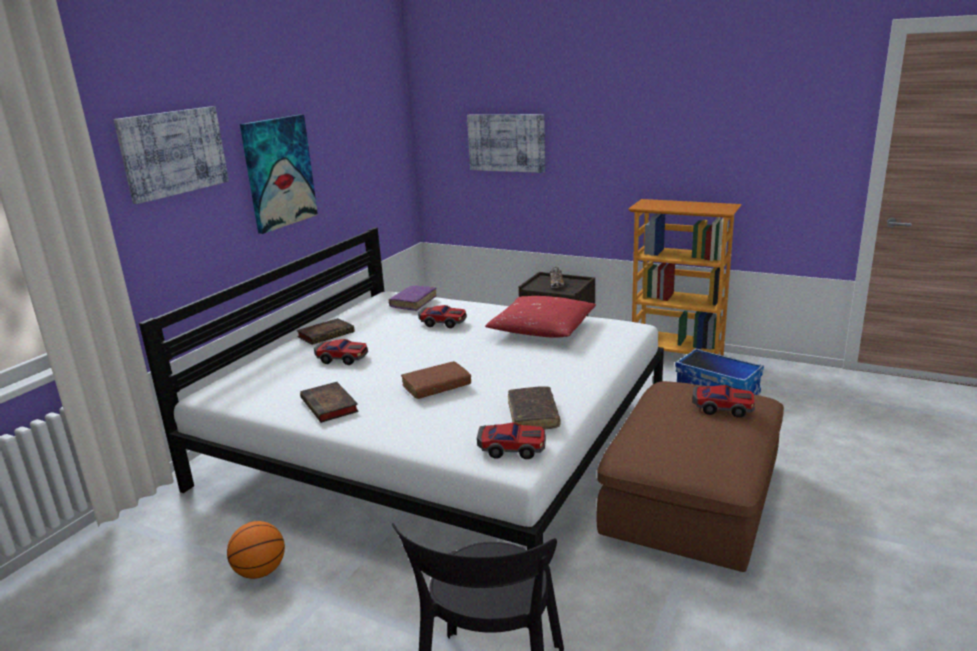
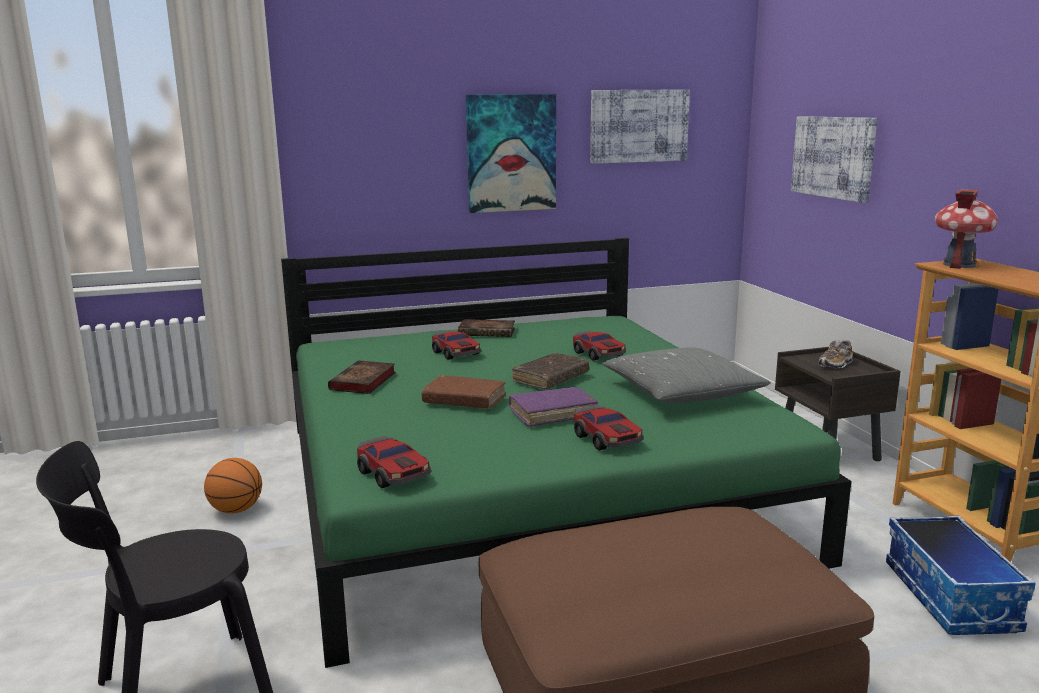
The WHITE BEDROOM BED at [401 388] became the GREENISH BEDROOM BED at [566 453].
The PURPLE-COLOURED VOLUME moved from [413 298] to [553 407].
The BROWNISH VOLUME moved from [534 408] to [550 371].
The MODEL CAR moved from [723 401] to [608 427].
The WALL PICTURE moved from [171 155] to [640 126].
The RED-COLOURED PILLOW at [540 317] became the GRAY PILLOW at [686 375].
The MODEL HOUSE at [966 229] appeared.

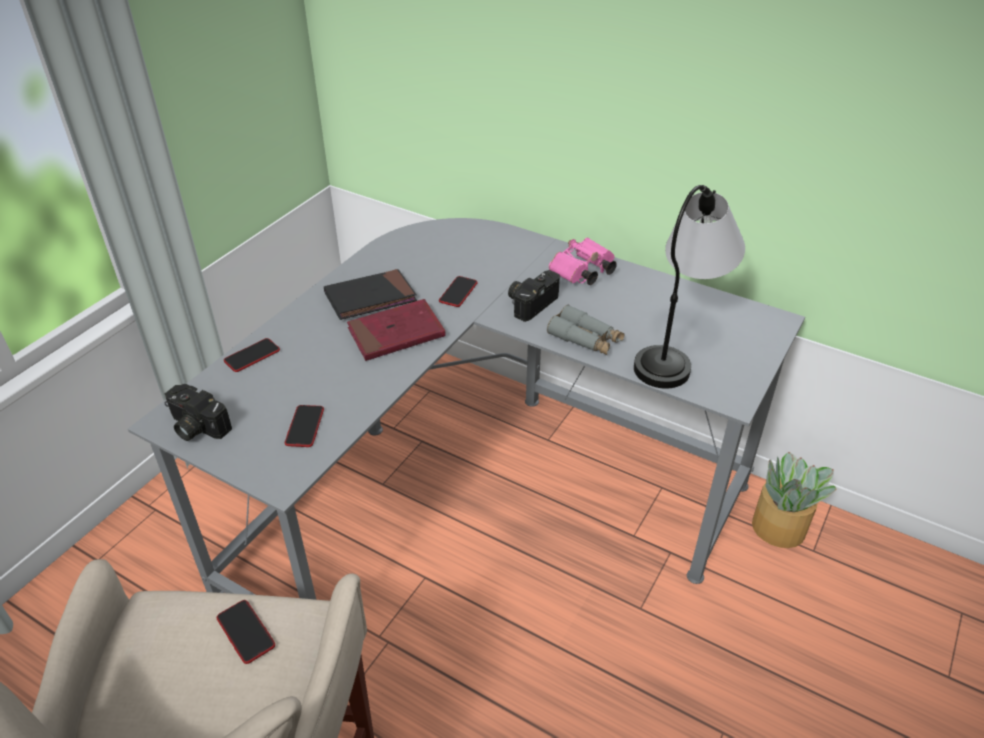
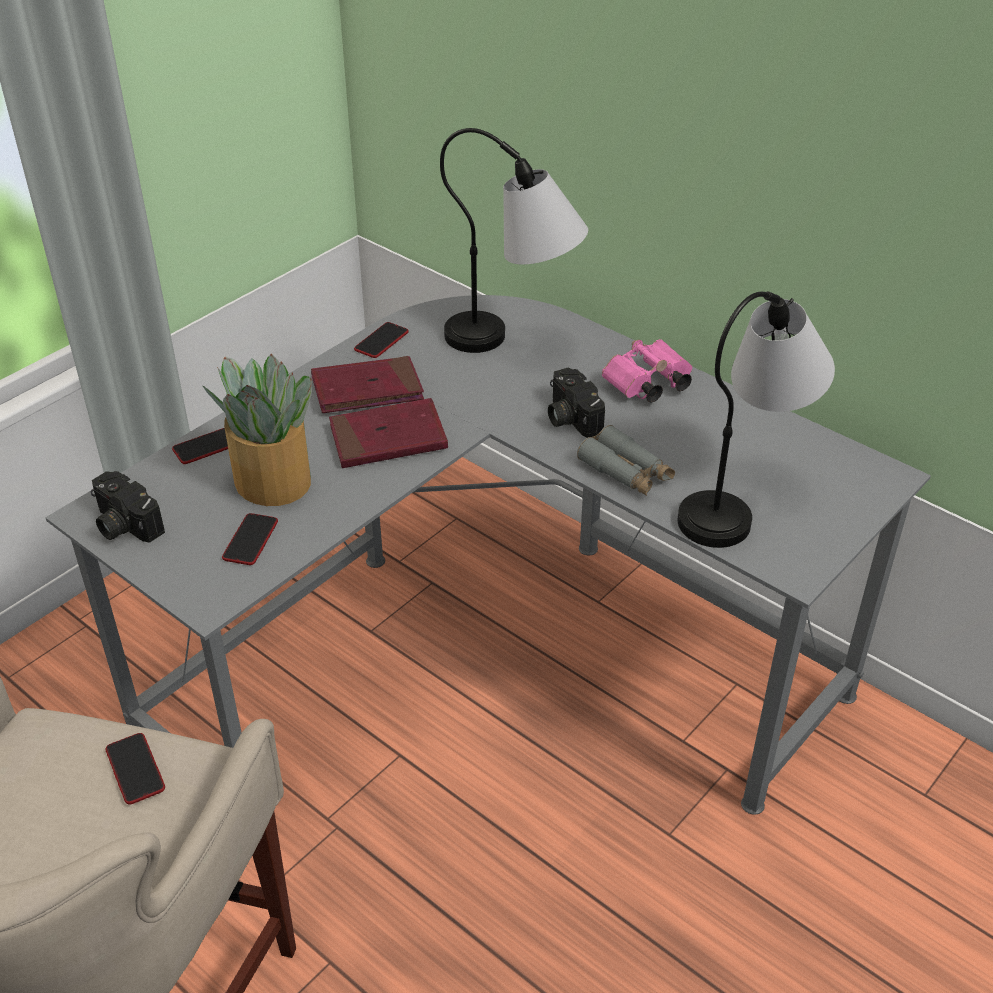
The POTTED PLANT moved from [794 500] to [257 430].
The BLACK-COLOURED VOLUME at [370 294] became the RED-COLOURED VOLUME at [367 384].
The PHONE moved from [458 291] to [381 340].
The TABLE LAMP at [514 240] appeared.
The STILL CAMERA at [534 296] turned 75 degrees counterclockwise.

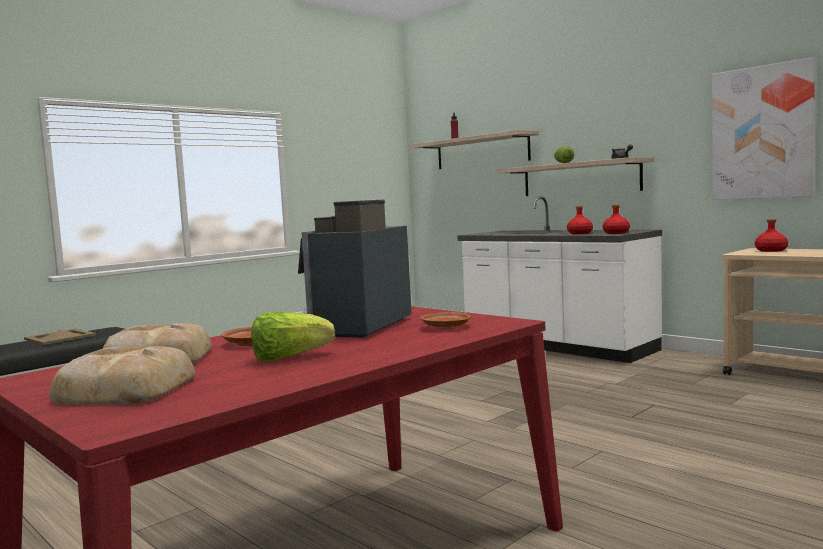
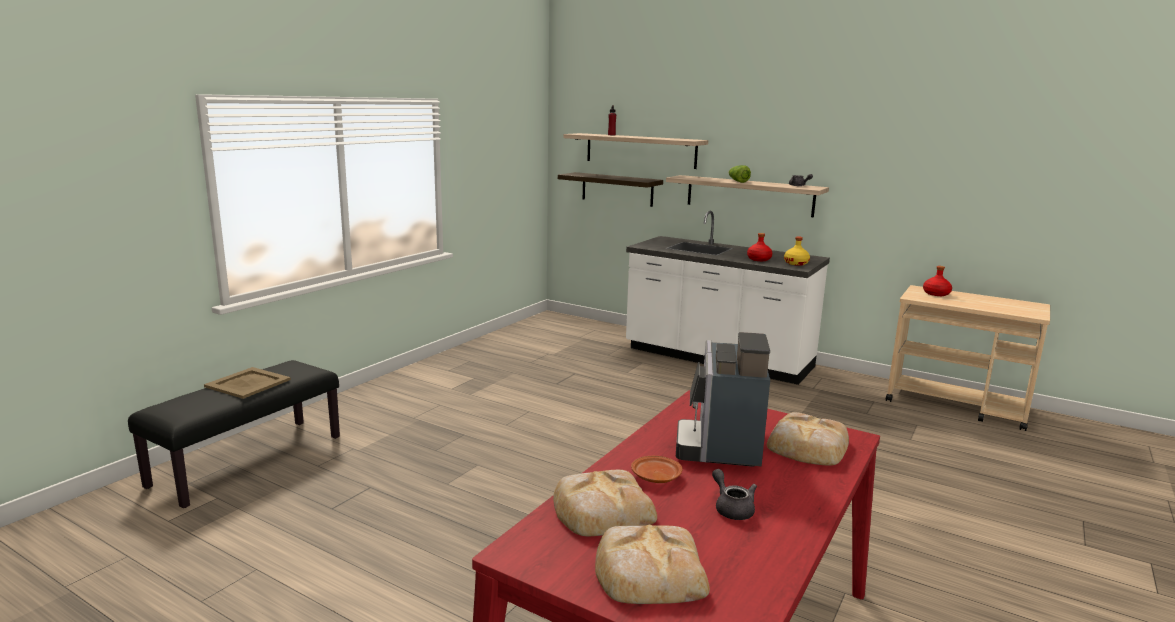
The BRACKET SHELF at [610 189] appeared.
The LETTUCE HEAD at [293 336] was replaced by the GRAY TEAPOT at [734 494].
The BROWNISH DINNER PLATE at [445 320] was replaced by the BAKERY BREAD at [808 439].
The RED-COLOURED DRINK BOTTLE at [616 219] became the YELLOWISH DRINK BOTTLE at [797 251].
The WALL PICTURE at [763 128] disappeared.

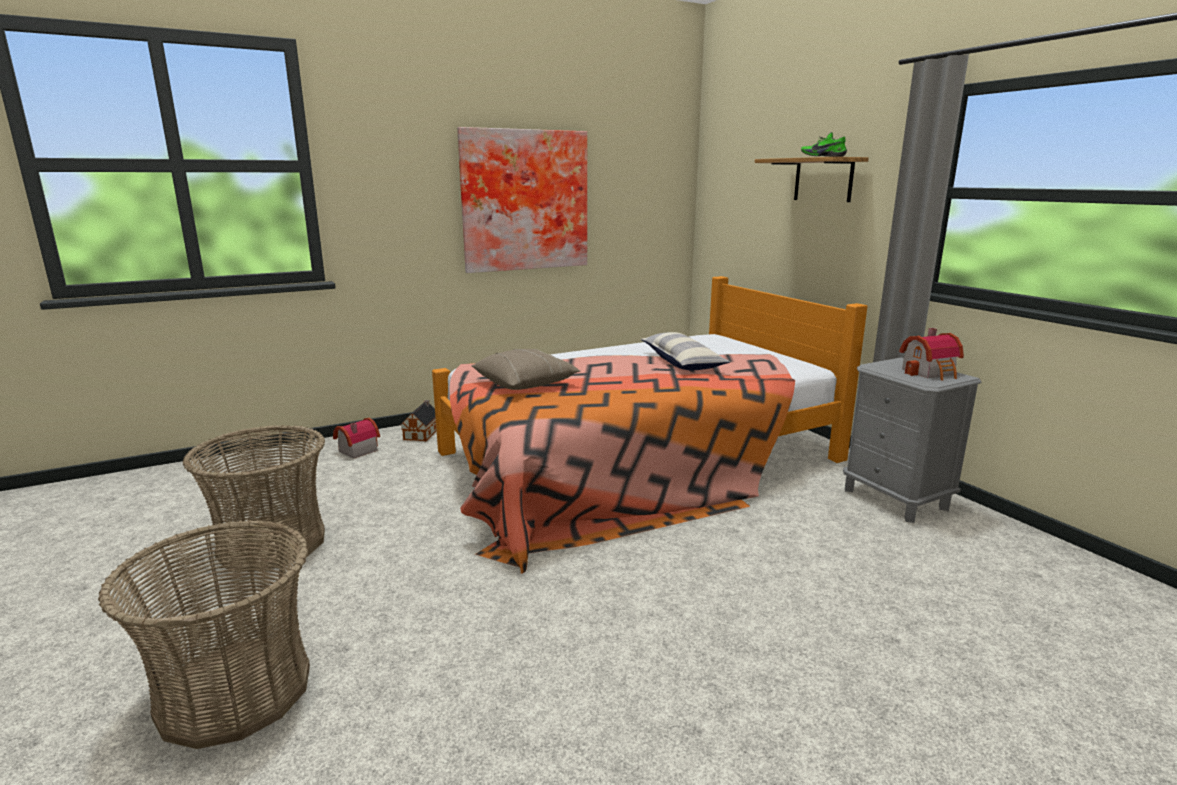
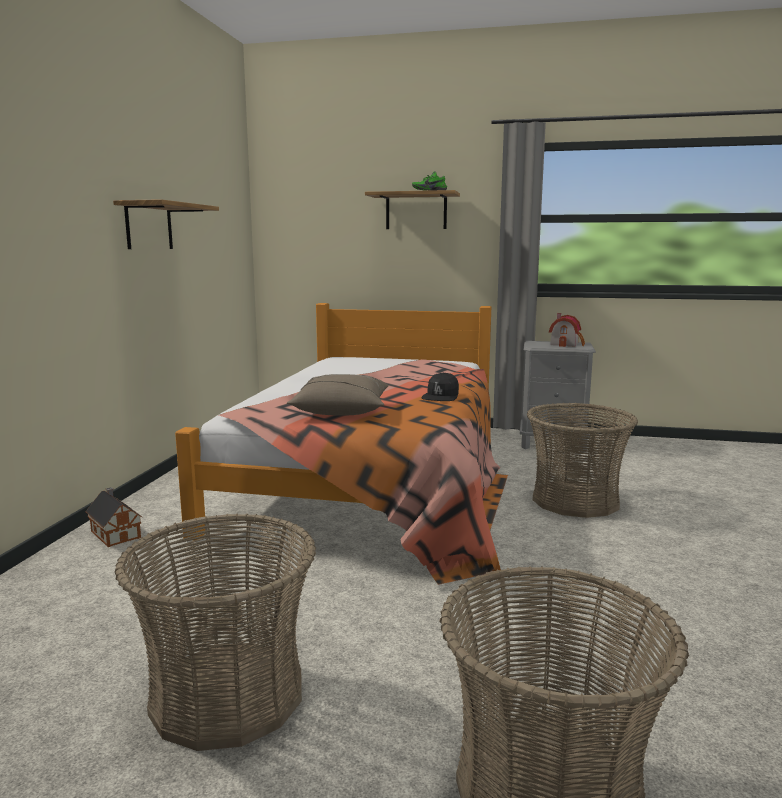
The WALL PICTURE at [522 200] was replaced by the BRACKET SHELF at [166 224].
The BLACK-COLOURED BASEBALL CAP at [440 387] appeared.
The STORAGE BASKET at [582 460] appeared.
The MODEL HOUSE at [356 438] disappeared.
The PILLOW at [685 351] disappeared.

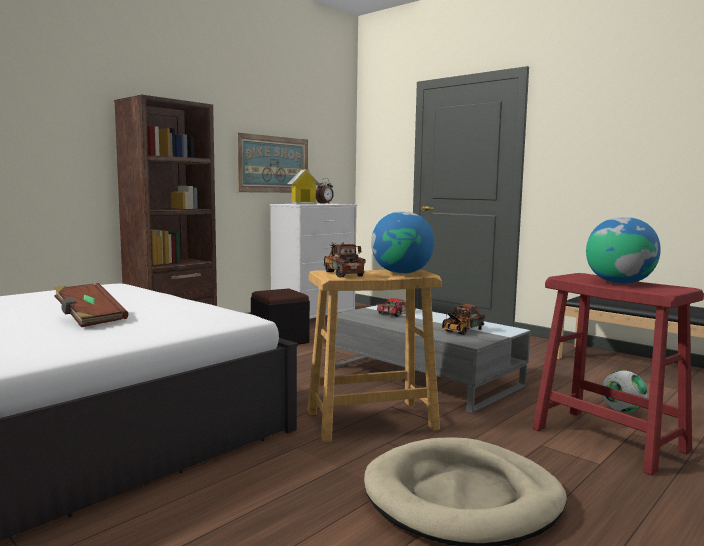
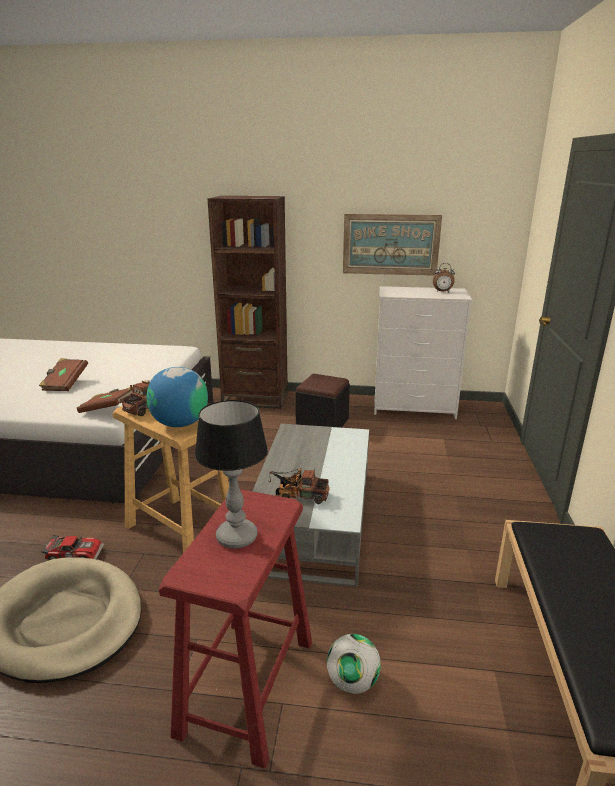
The MODEL CAR moved from [396 307] to [73 547].
The BROWNISH VOLUME at [105 400] appeared.
The GLOBE at [623 250] was replaced by the TABLE LAMP at [231 474].
The MODEL HOUSE at [304 187] disappeared.

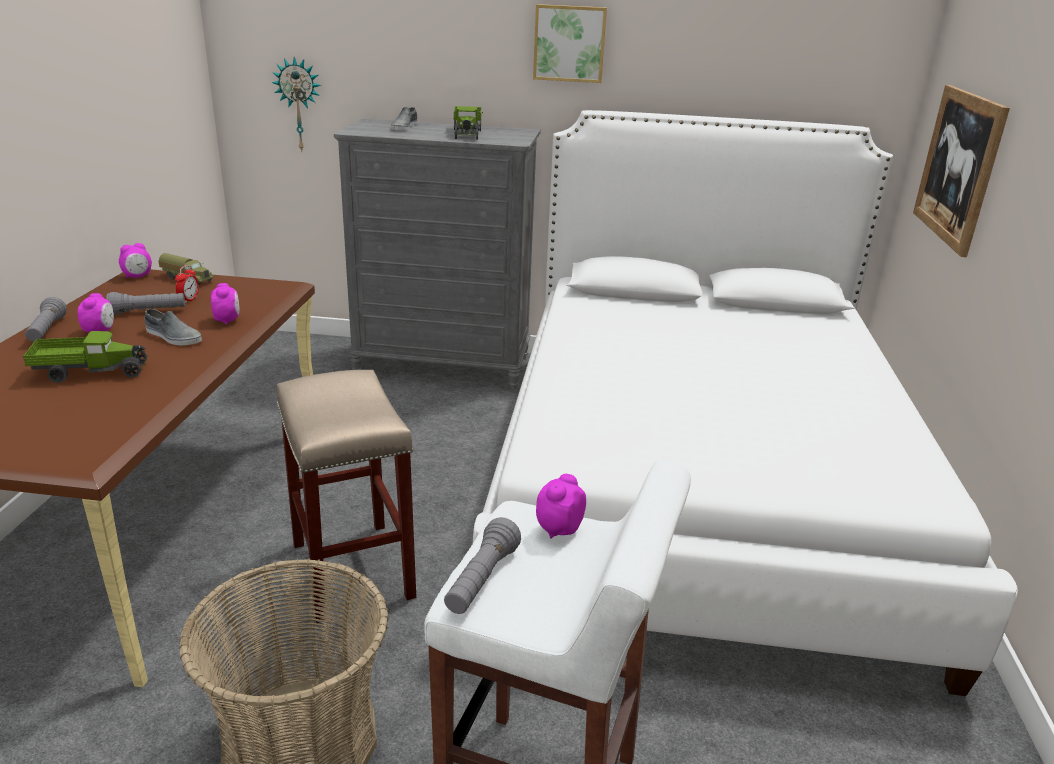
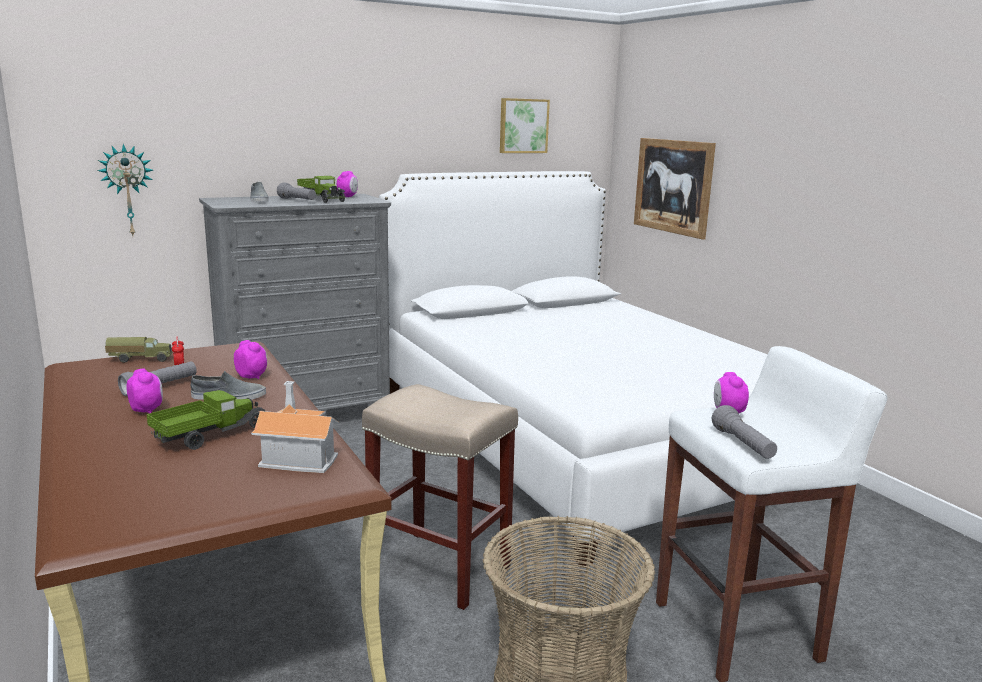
The MODEL HOUSE at [295 427] appeared.
The GRAY TORCH moved from [46 319] to [296 191].
The ALARM CLOCK moved from [135 260] to [347 184].
The WALL PICTURE moved from [570 43] to [525 125].

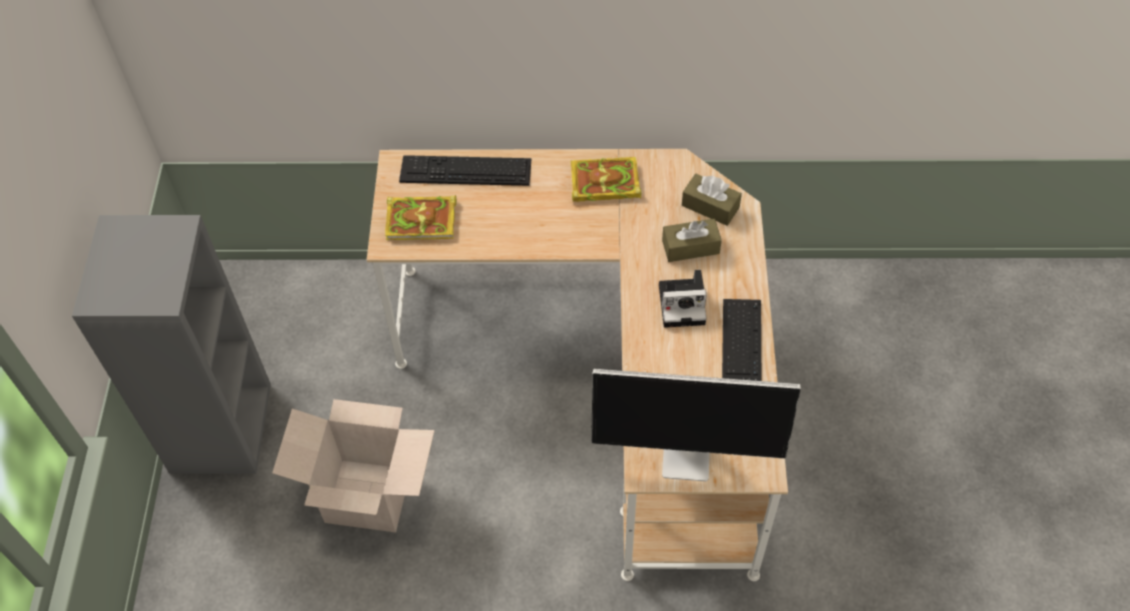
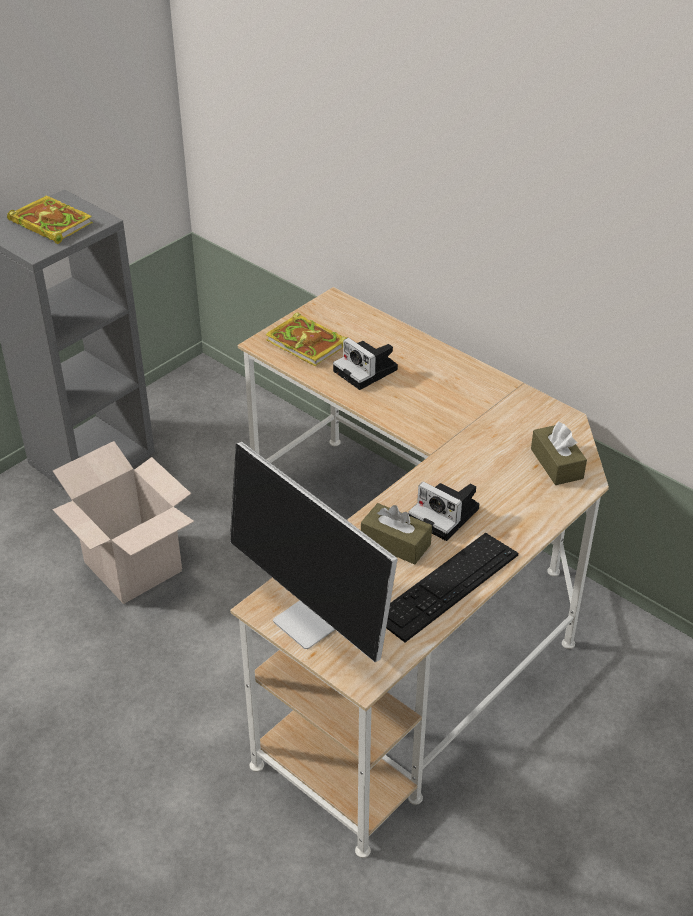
The VOLUME moved from [606 179] to [50 219].
The STILL CAMERA at [365 364] appeared.
The BROWNISH TISSUE HOLDER moved from [692 240] to [396 534].
The PC KEYBOARD at [465 170] disappeared.

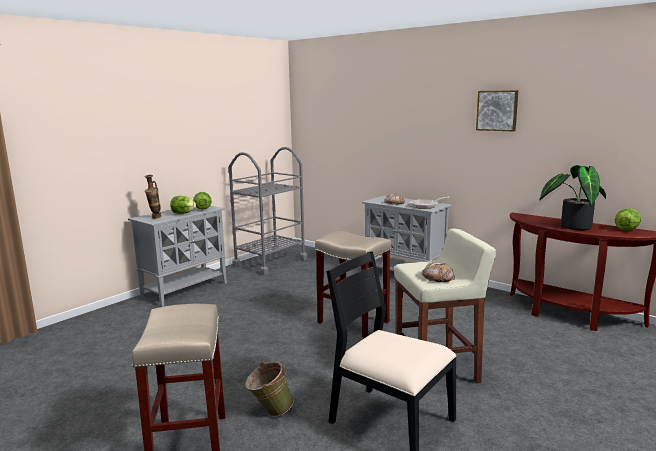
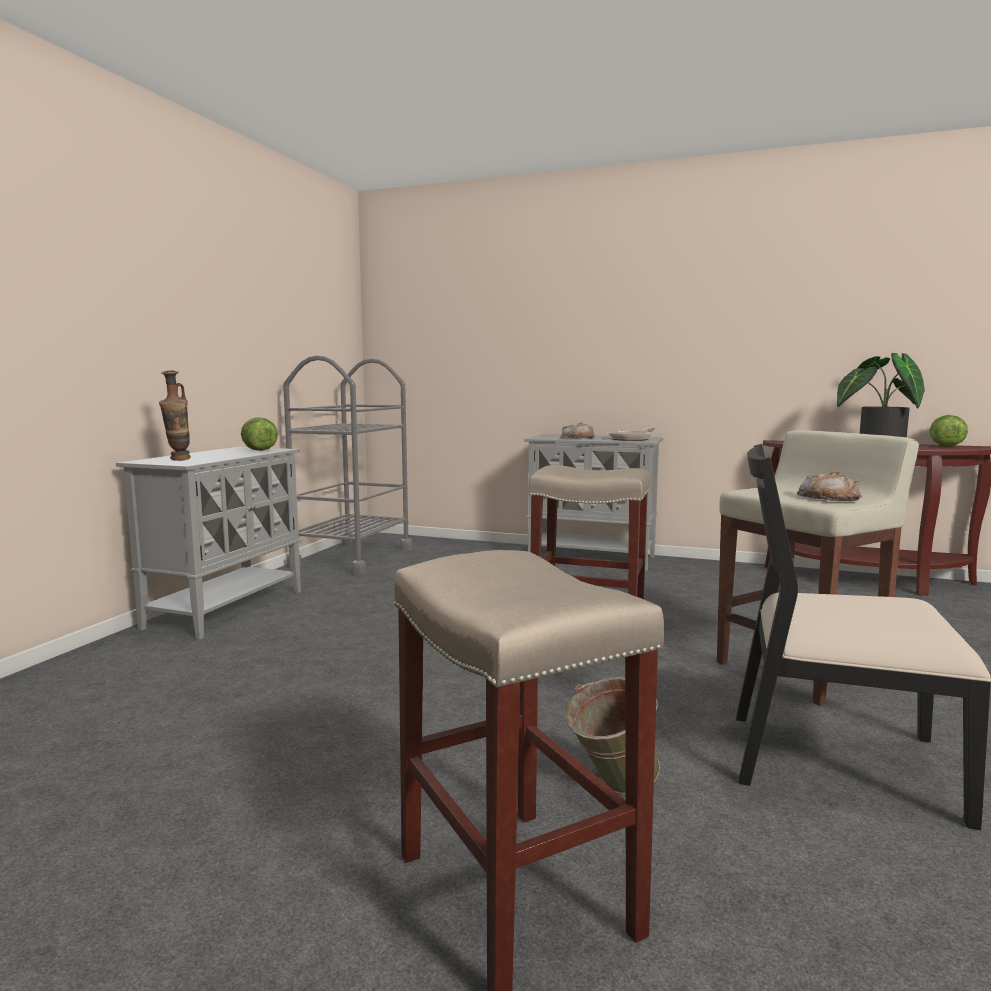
The LETTUCE HEAD at [183 205] disappeared.
The WALL PICTURE at [497 111] disappeared.

